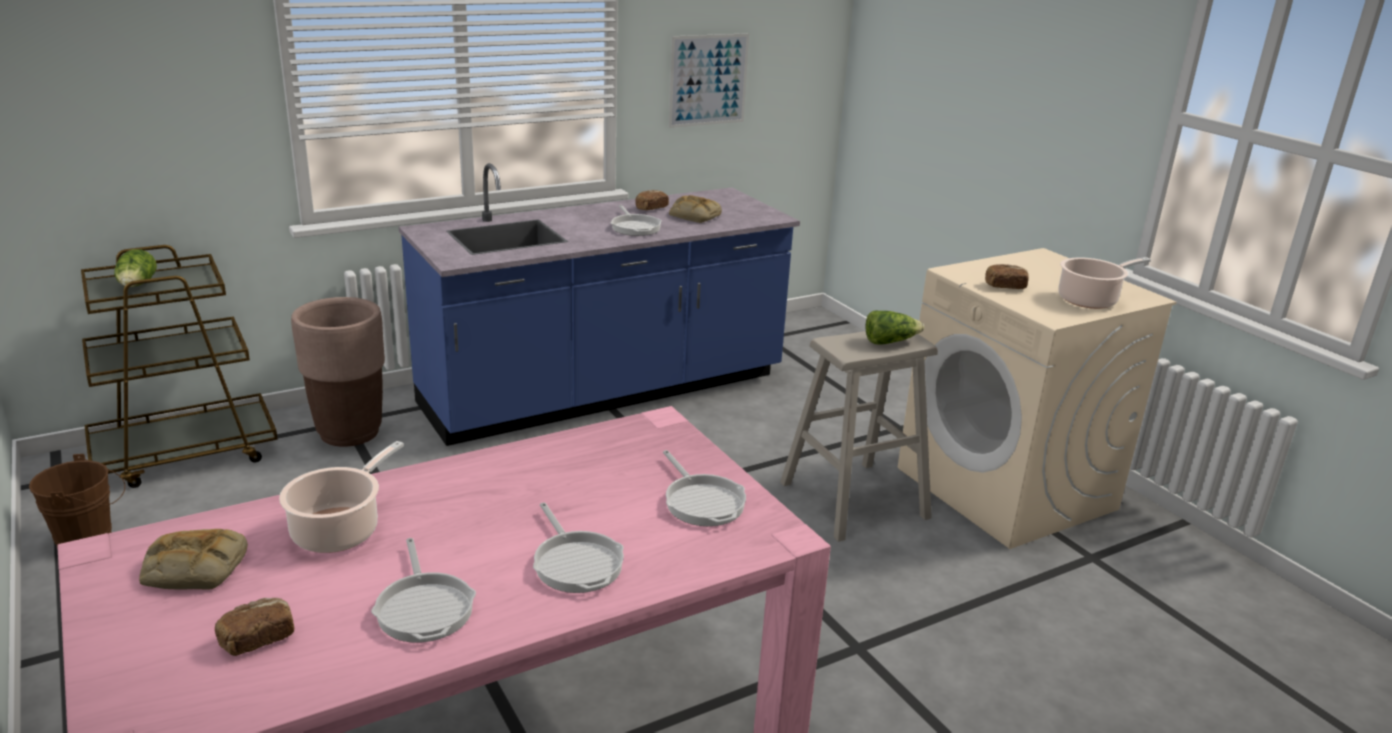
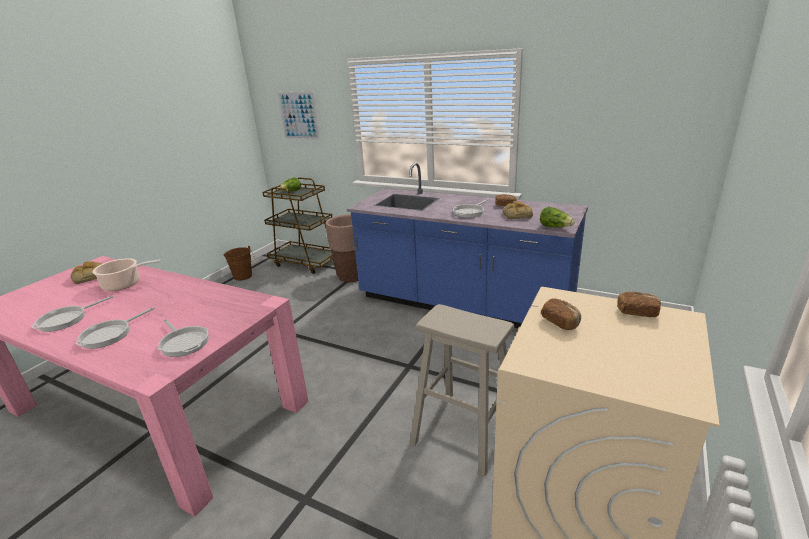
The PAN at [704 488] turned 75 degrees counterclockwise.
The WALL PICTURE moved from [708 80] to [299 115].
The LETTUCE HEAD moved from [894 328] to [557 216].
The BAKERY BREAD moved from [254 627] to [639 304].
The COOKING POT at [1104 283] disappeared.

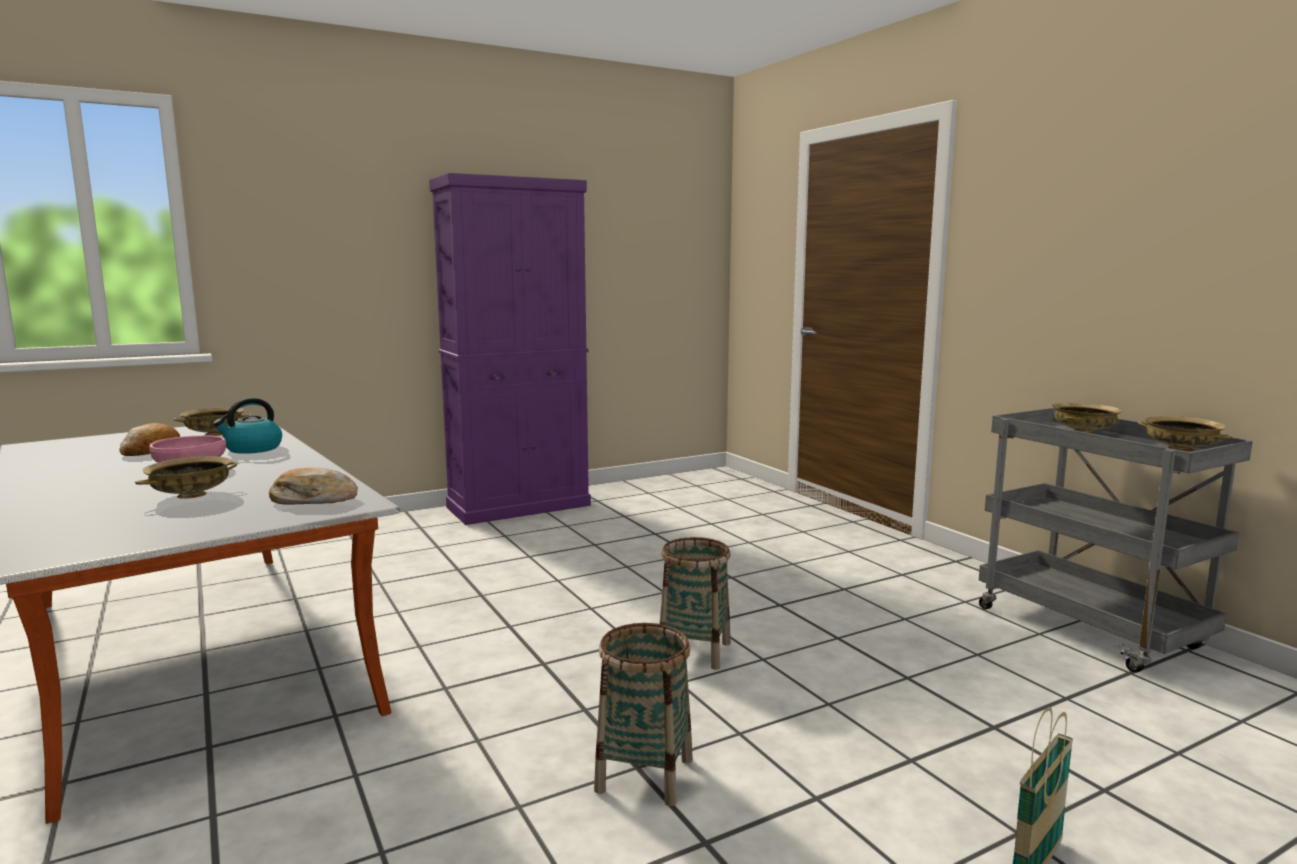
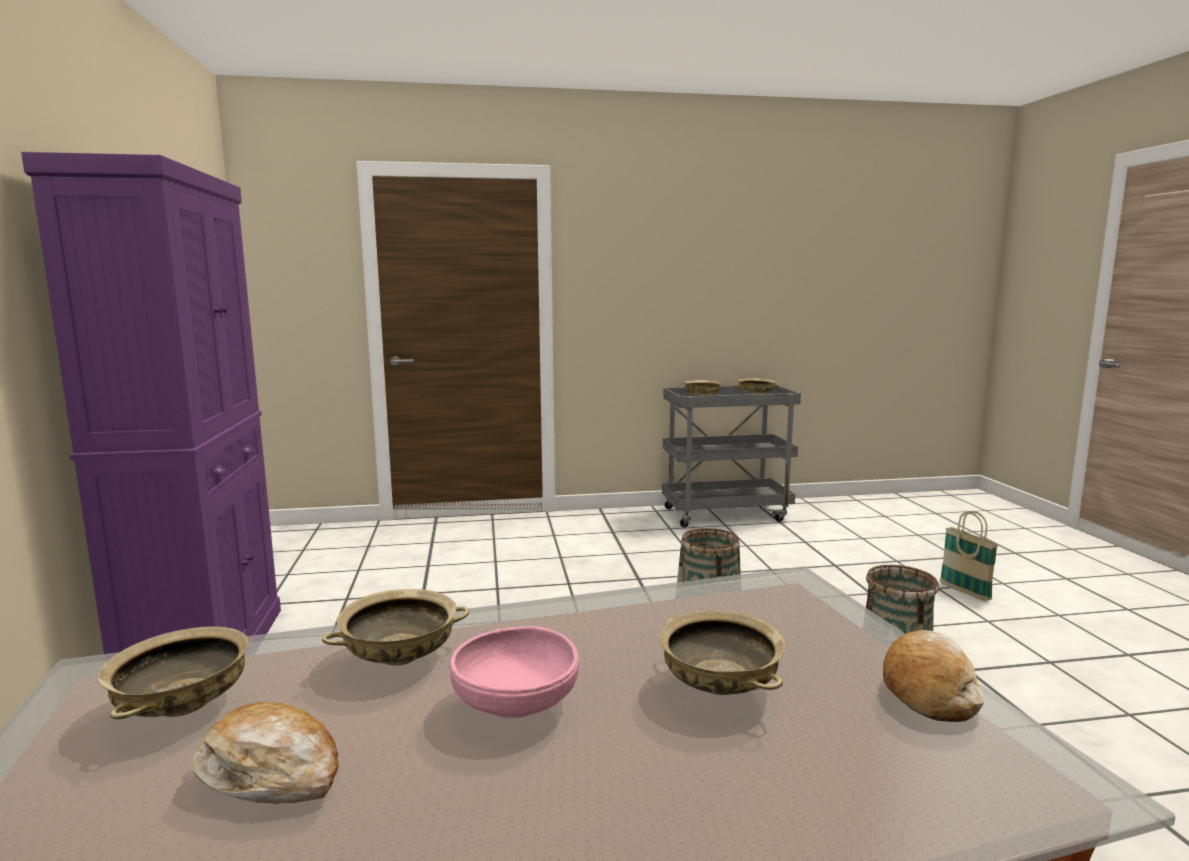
The KETTLE at [247 426] was replaced by the BEIGE-COLOURED DEEP DISH at [395 627].
The BAKERY BREAD moved from [313 486] to [933 676].

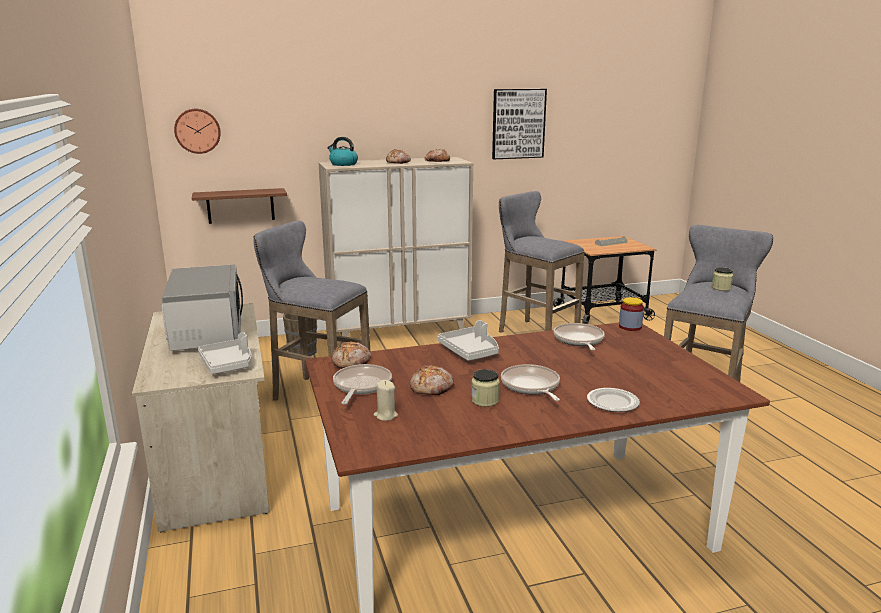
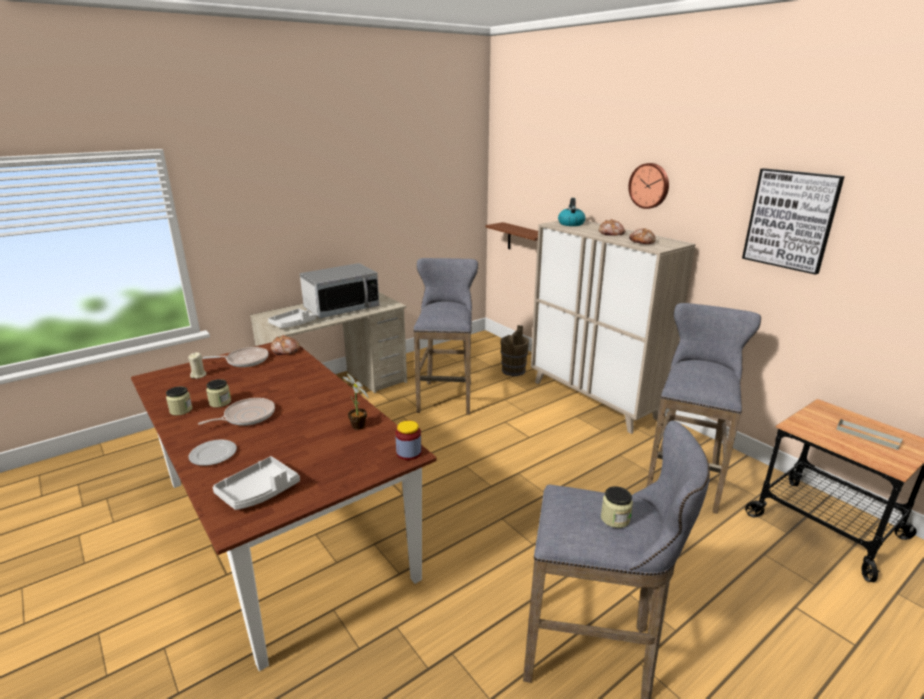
The JAR at [179 401] appeared.
The GRAY CARRYING TRAY moved from [468 340] to [256 483].
The PAN at [579 337] was replaced by the POTTED PLANT at [355 401].
The HANGING CLOCK moved from [197 131] to [648 186].
The BAKERY BREAD at [432 380] disappeared.

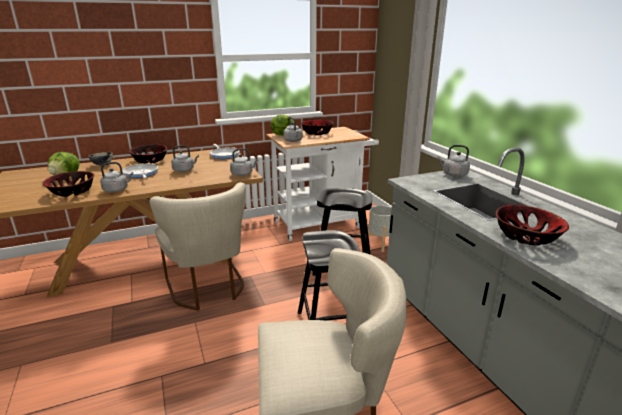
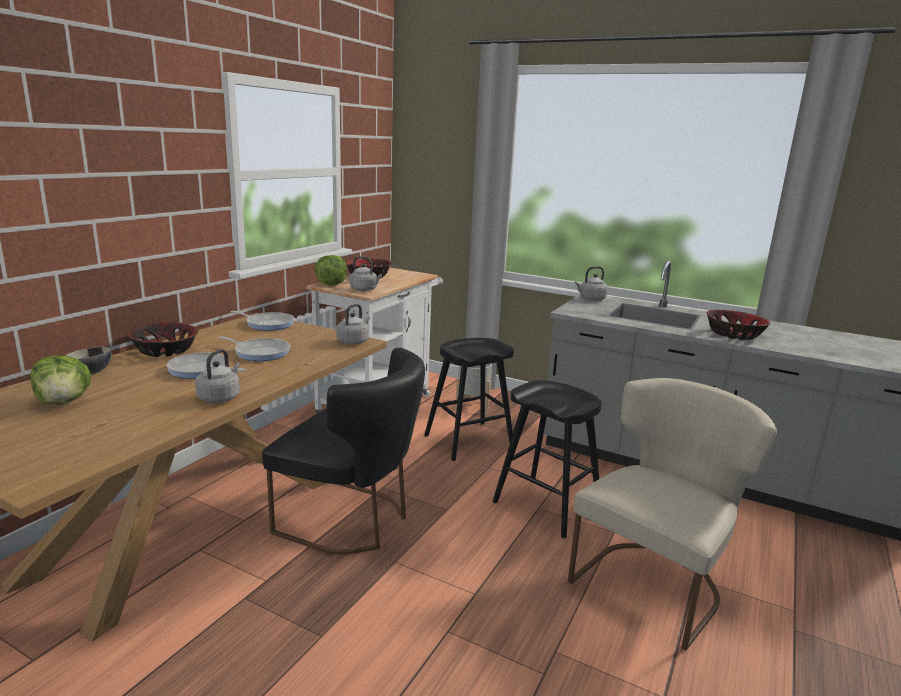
The GRAY KETTLE at [185 158] was replaced by the PAN at [254 348].
The BEIGE-COLOURED CHAIR at [197 246] became the BLACK-COLOURED CHAIR at [343 451].
The DEEP DISH at [68 184] disappeared.

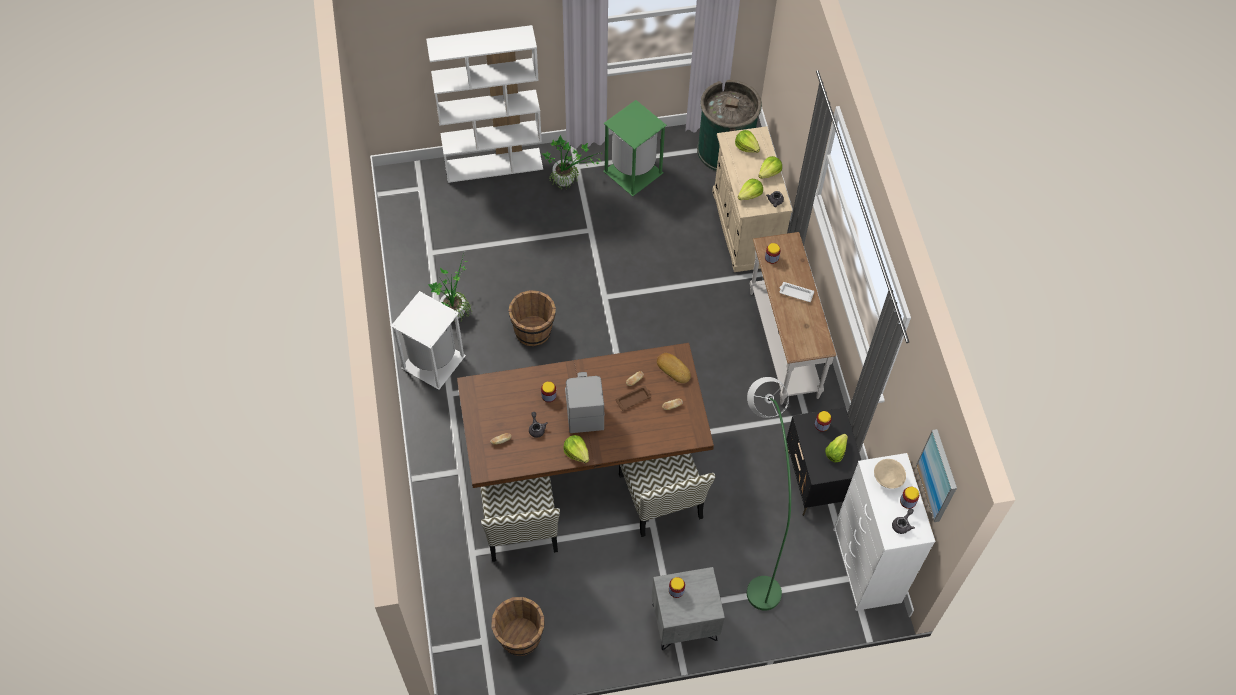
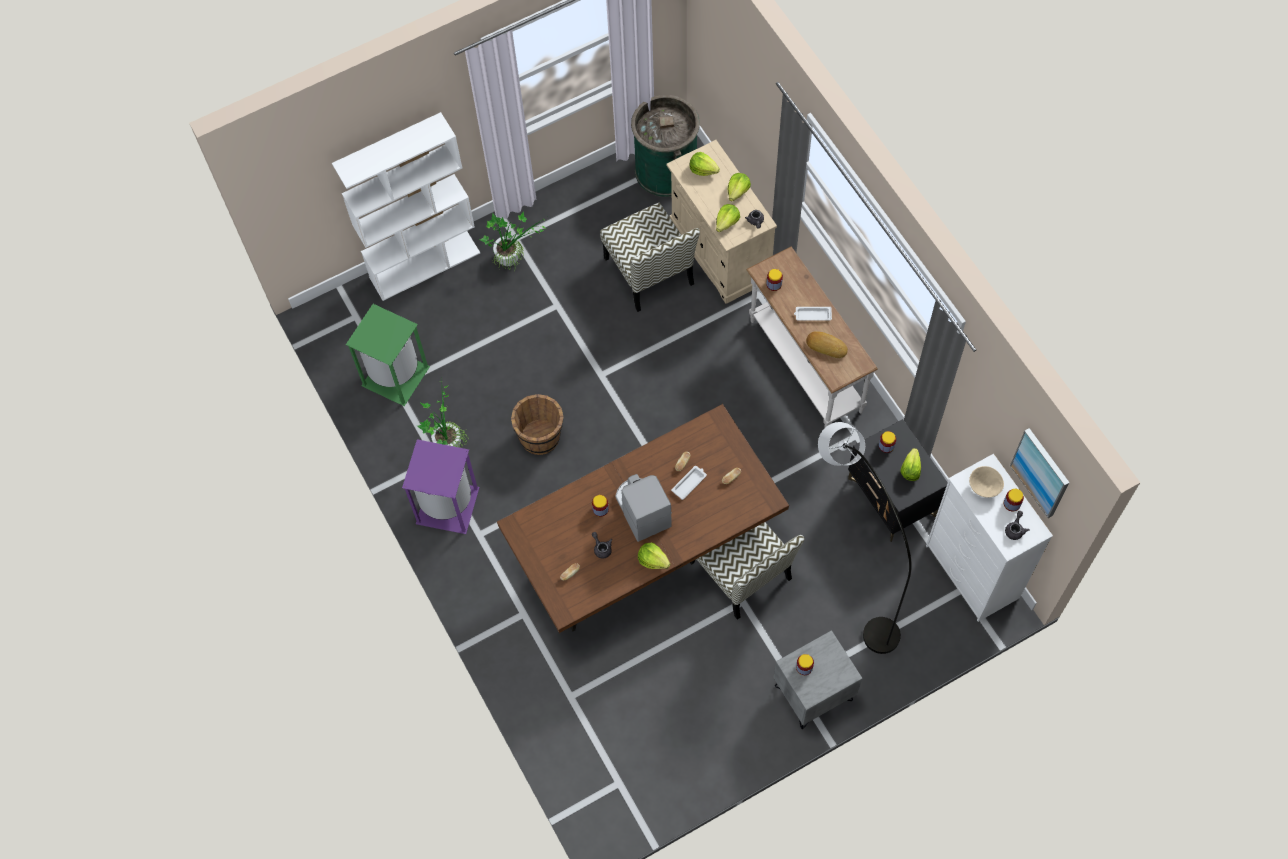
The GREENISH WASTE BIN moved from [635 148] to [388 355].
The WHITE WASTE BIN at [428 340] became the PURPLE-COLOURED WASTE BIN at [440 486].
The CHAIR moved from [520 519] to [650 257].
The BROWNISH CARRYING TRAY at [633 398] became the WHITE CARRYING TRAY at [689 483].
The BAKERY BREAD moved from [674 368] to [827 345].
The GREENISH FLOOR LAMP at [769 493] became the GRAY FLOOR LAMP at [865 538].
The BROWNISH WATER BUCKET at [518 626] disappeared.

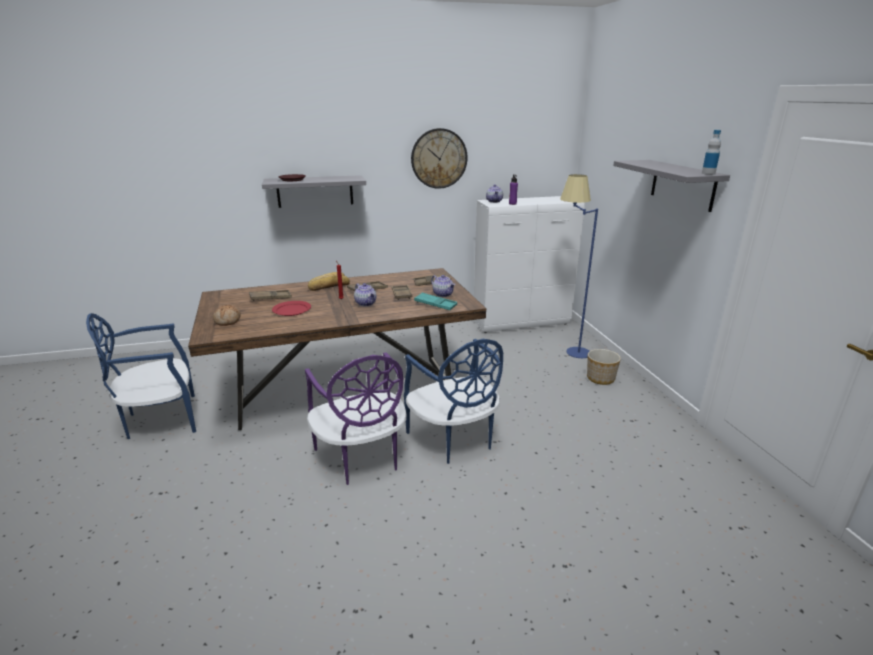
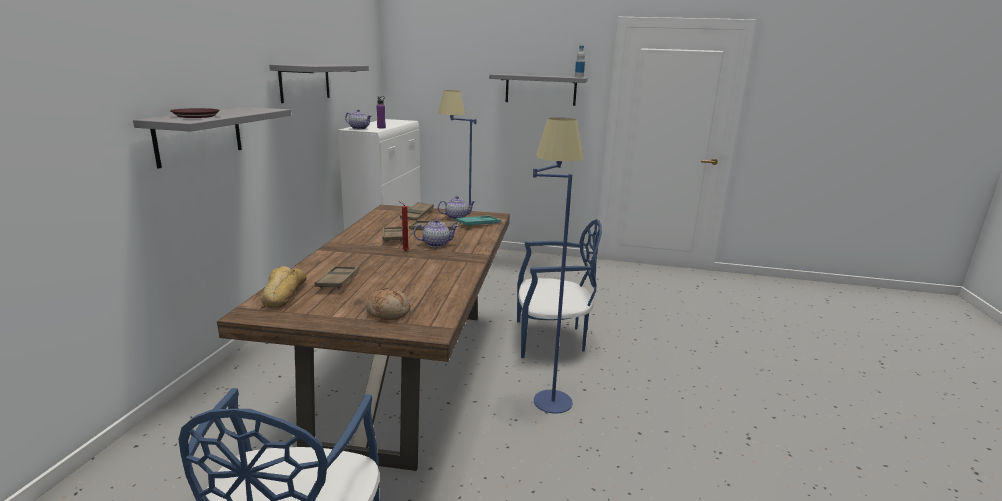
The BAKERY BREAD moved from [329 281] to [283 287].
The HANGING CLOCK at [439 158] was replaced by the GRAY BRACKET SHELF at [319 83].
The PURPLE-COLOURED CHAIR at [356 418] was replaced by the BLUISH FLOOR LAMP at [558 265].
The RED-COLOURED DINNER PLATE at [291 308] disappeared.
The PLANT POT at [604 367] disappeared.

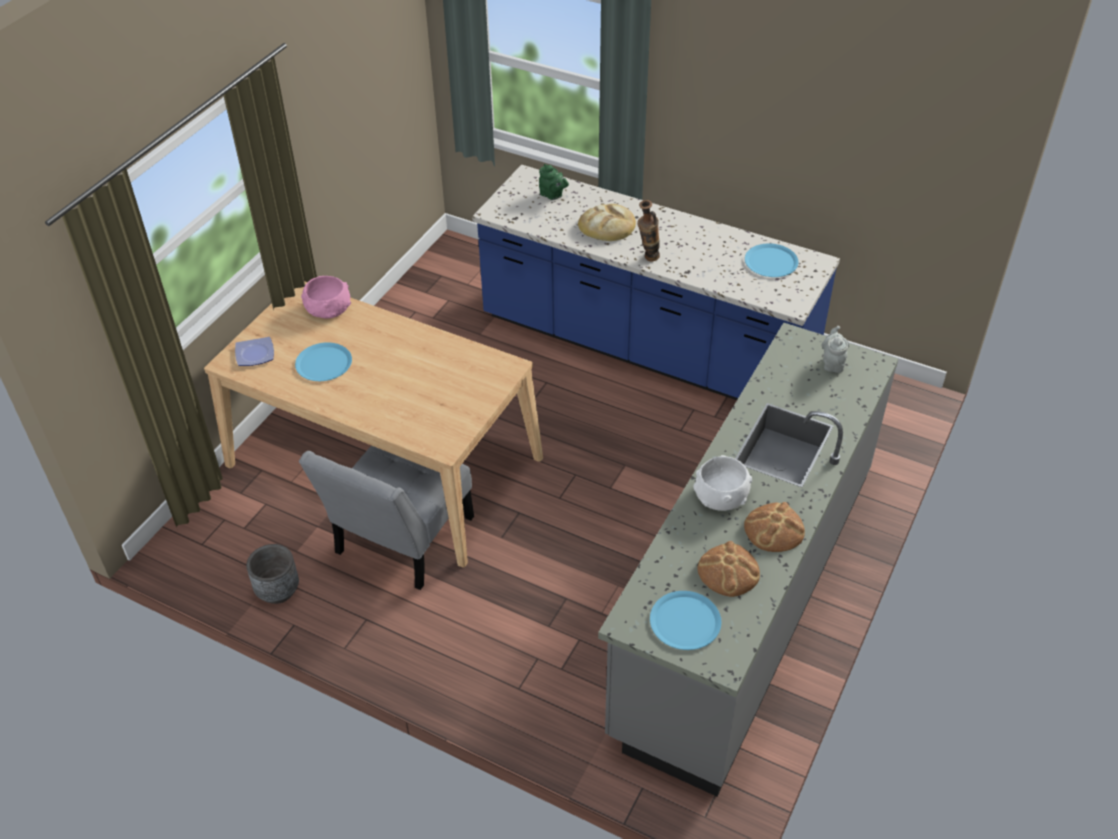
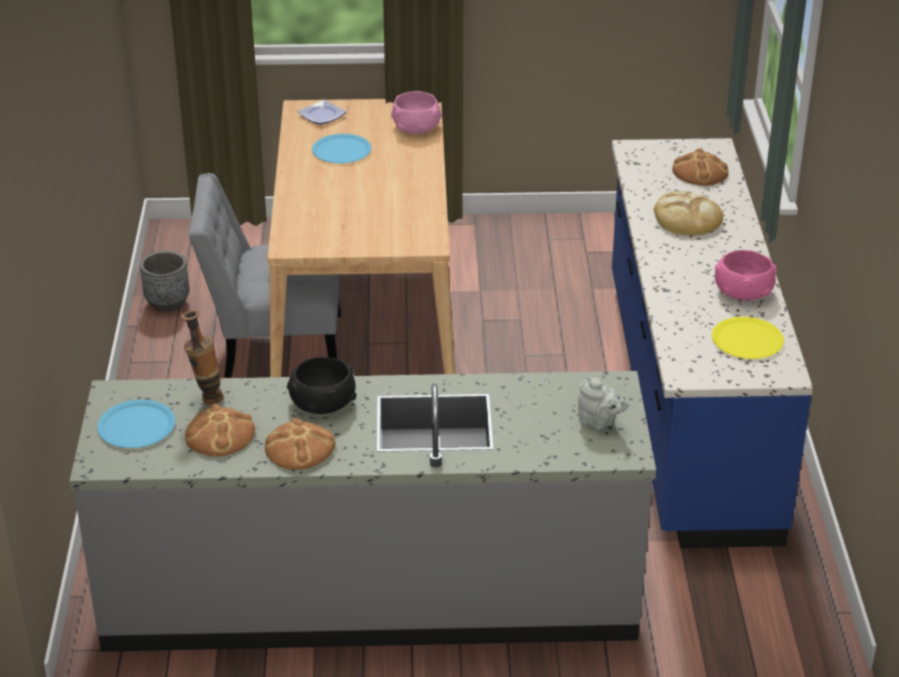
The VASE moved from [648 231] to [202 357].
The WHITE DEEP DISH at [722 483] became the BLACK-COLOURED DEEP DISH at [321 385].
The GRAY TEAPOT at [835 349] turned 60 degrees clockwise.
The GREENISH TEAPOT at [554 182] was replaced by the BAKERY BREAD at [700 167].
The BLUISH DINNER PLATE at [772 260] became the YELLOWISH DINNER PLATE at [748 338].
The PINK-COLOURED DEEP DISH at [746 275] appeared.

